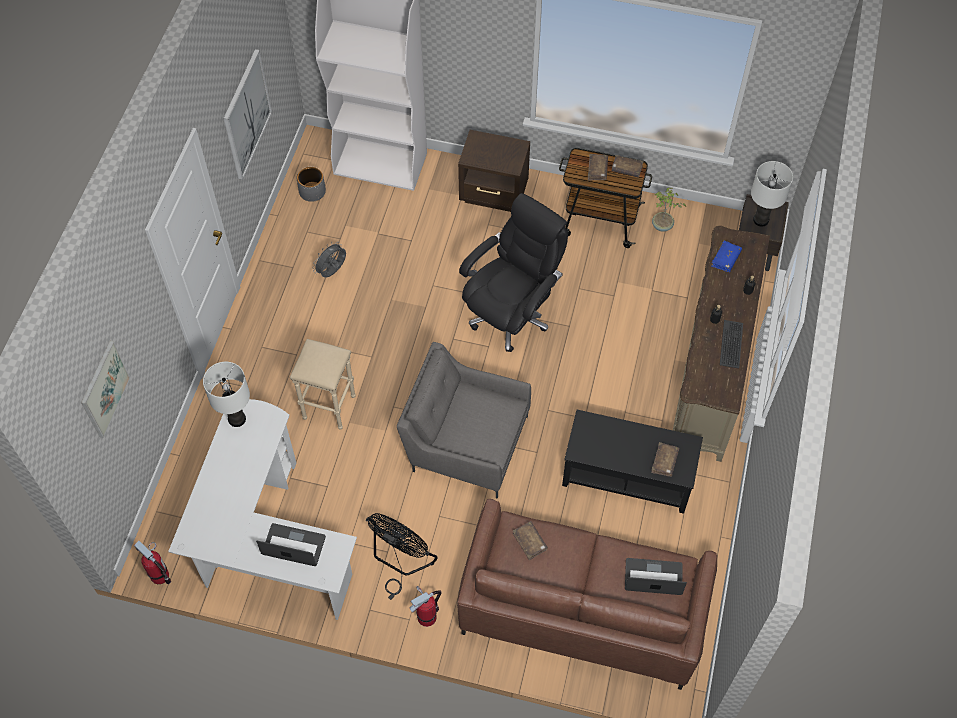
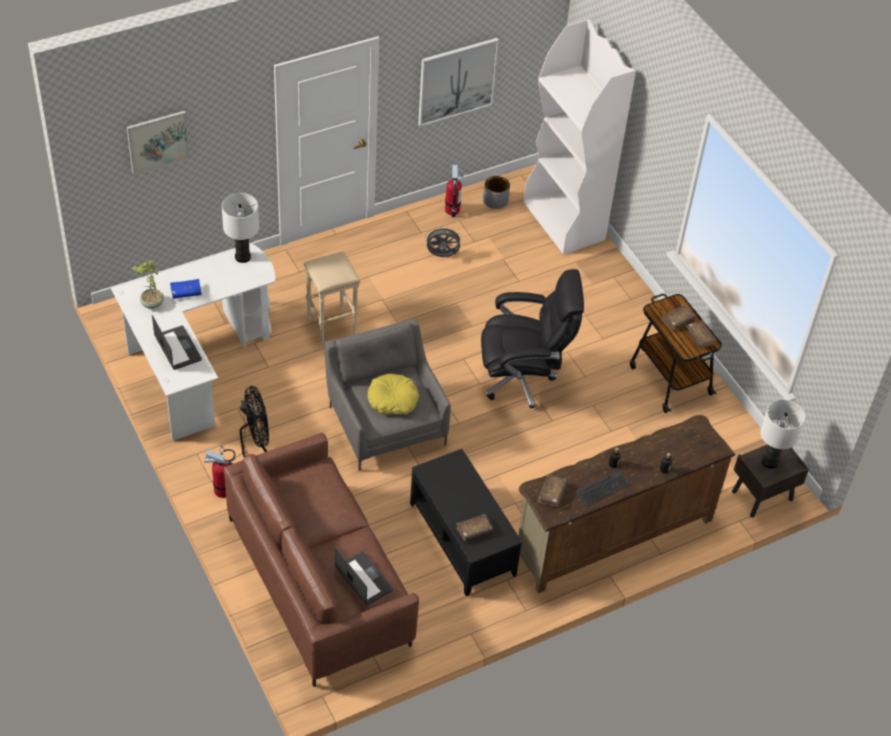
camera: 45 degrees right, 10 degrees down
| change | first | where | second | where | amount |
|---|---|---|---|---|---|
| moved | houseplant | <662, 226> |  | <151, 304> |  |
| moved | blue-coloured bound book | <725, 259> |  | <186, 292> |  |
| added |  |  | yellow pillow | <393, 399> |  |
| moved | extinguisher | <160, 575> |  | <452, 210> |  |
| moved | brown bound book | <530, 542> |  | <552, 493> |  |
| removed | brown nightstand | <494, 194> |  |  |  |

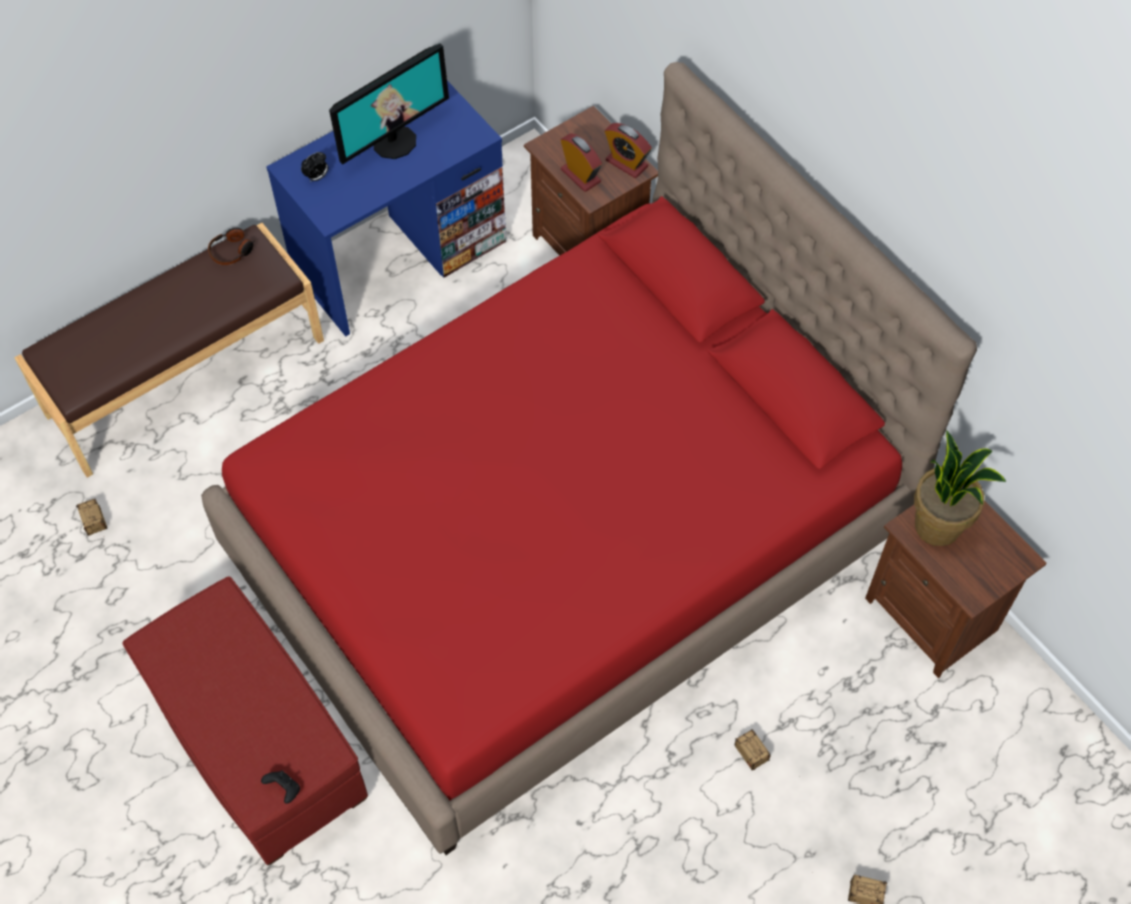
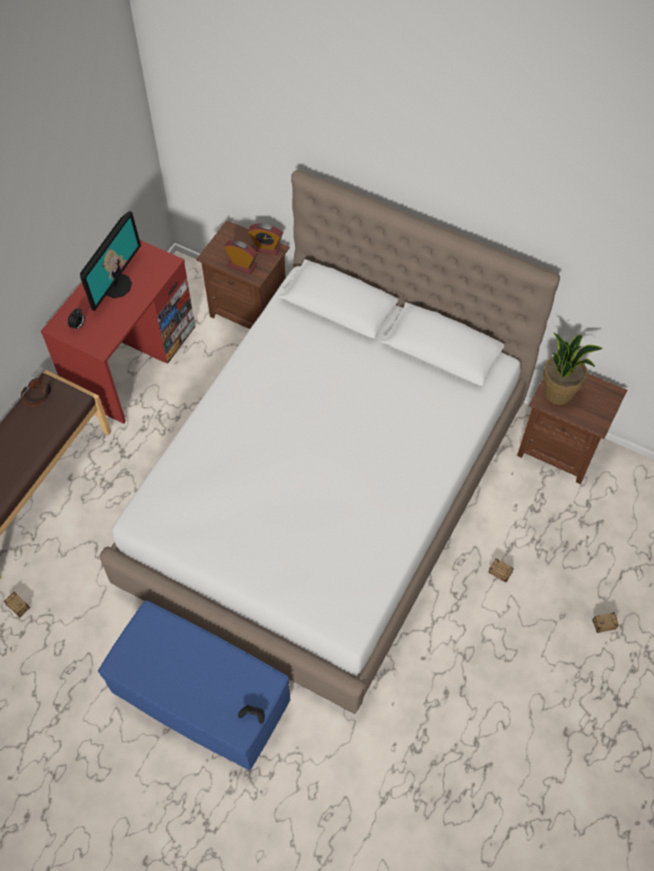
camera: 25 degrees left, 0 degrees up
| change | first | where | second | where | amount |
|---|---|---|---|---|---|
| recoloured | blue-coloured desk | <399, 256> | red desk | <132, 360> |  |
| recoloured | red ottoman | <258, 742> | blue-coloured ottoman | <202, 699> |  |
| recoloured | red bedroom bed | <567, 539> | whitish bedroom bed | <328, 492> |  |

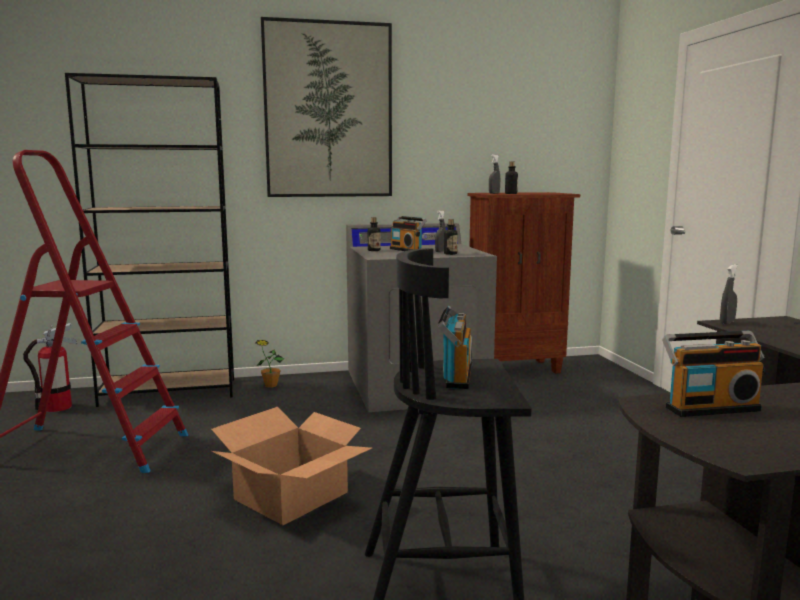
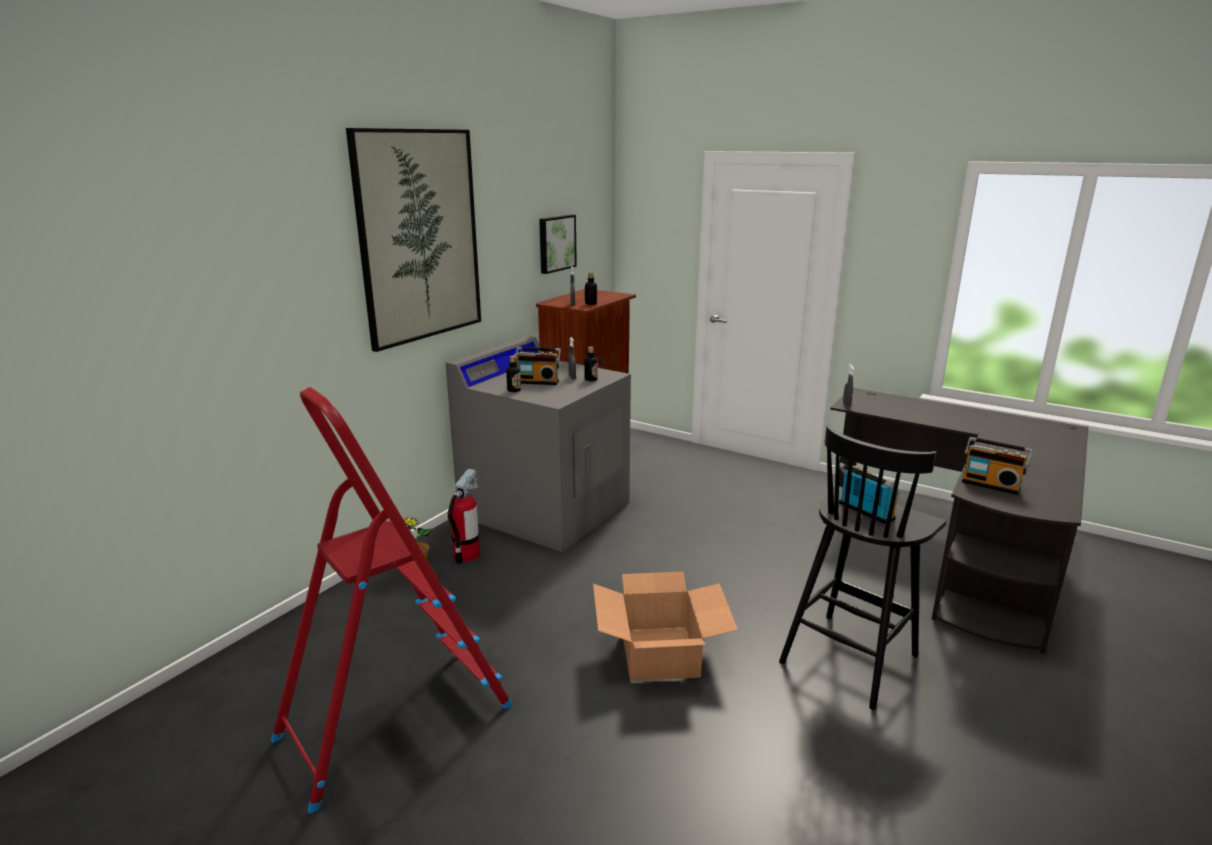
camera: 45 degrees left, 10 degrees up
| change | first | where | second | where | amount |
|---|---|---|---|---|---|
| moved | extinguisher | <57, 407> |  | <466, 555> |  |
| added |  |  | wall art | <556, 243> |  |
| turned | radio | <710, 407> |  | <991, 485> | 90 degrees clockwise |
| removed | sand-coloured bookcase | <170, 392> |  |  |  |

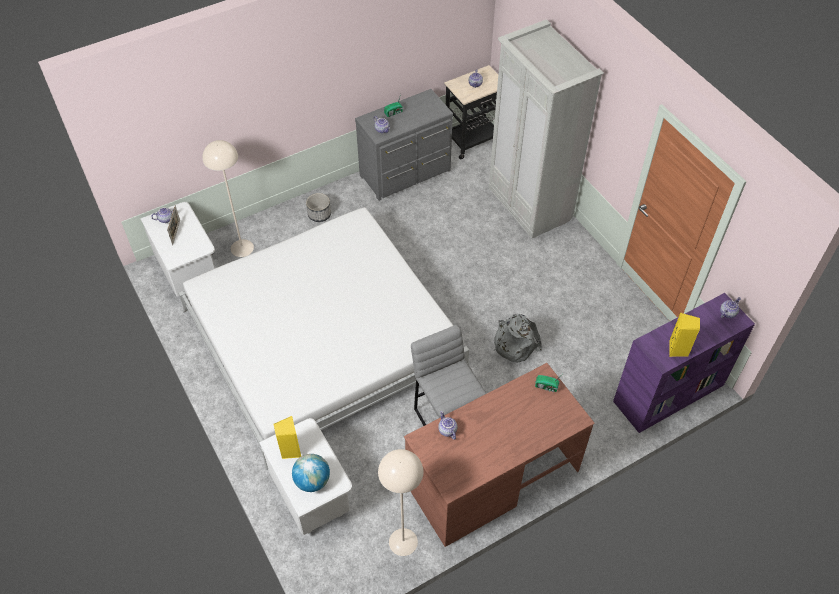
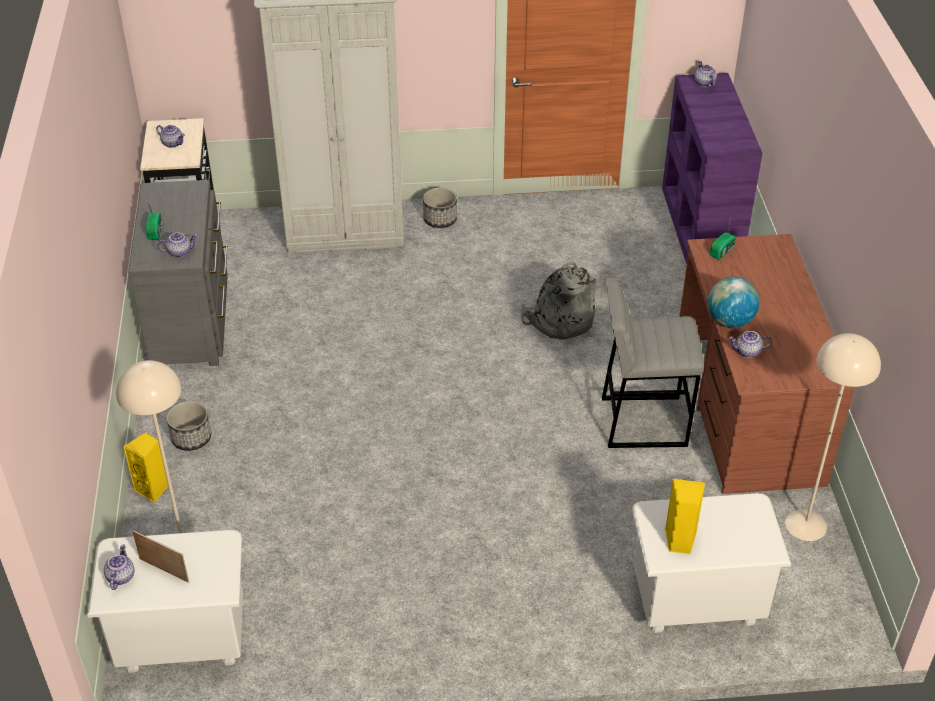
camera: 65 degrees left, 10 degrees down
| change | first | where | second | where | amount |
|---|---|---|---|---|---|
| moved | yellow speaker | <678, 350> |  | <153, 489> |  |
| added |  |  | planter | <440, 219> |  |
| moved | world globe | <312, 481> |  | <729, 321> |  |
| removed | whitish bedroom bed | <323, 338> |  |  |  |

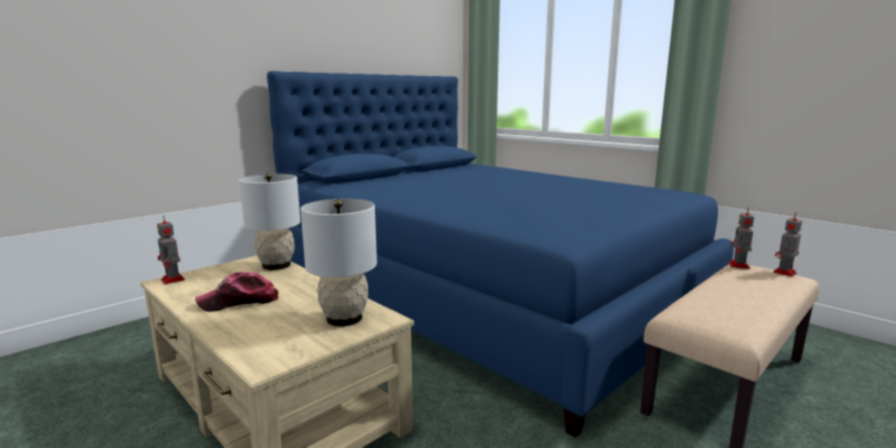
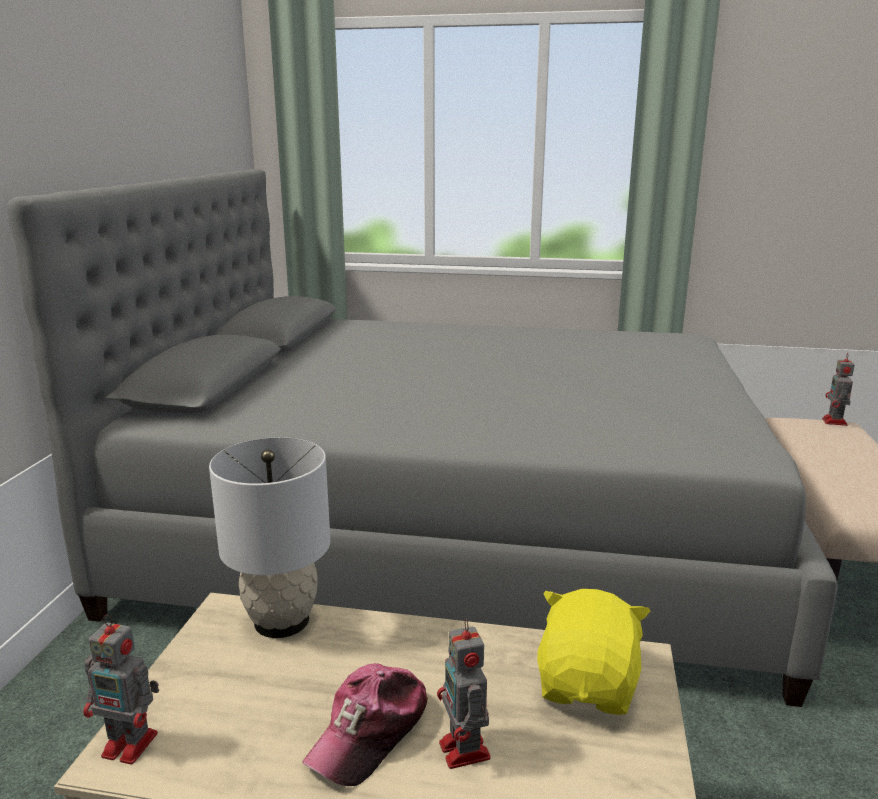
camera: 35 degrees left, 5 degrees up
| change | first | where | second | where | amount |
|---|---|---|---|---|---|
| recoloured | blue-coloured bedroom bed | <486, 295> | grey bedroom bed | <454, 533> |  |
| moved | model robot | <739, 266> |  | <465, 752> |  |
| replaced | whitish tabletop lamp | <344, 318> | yellow cuddly toy | <588, 685> |  |

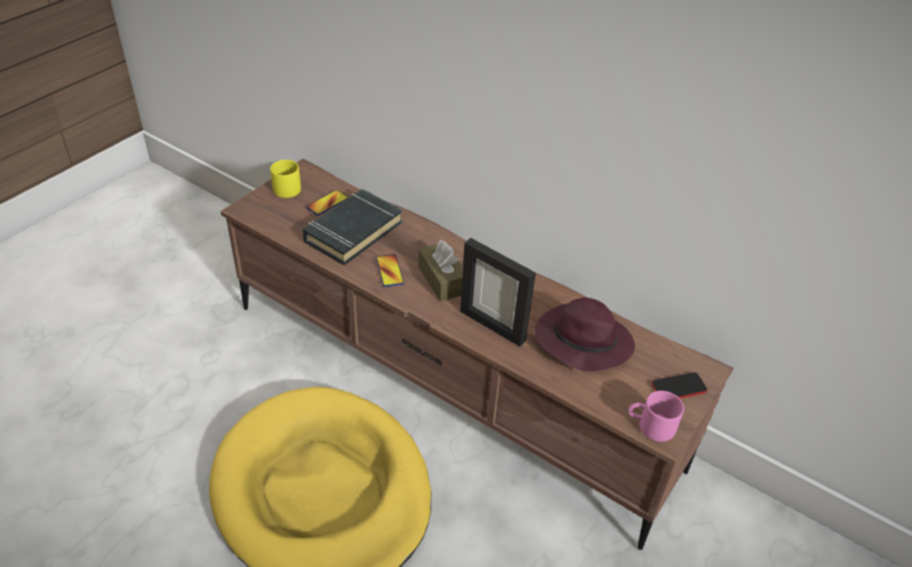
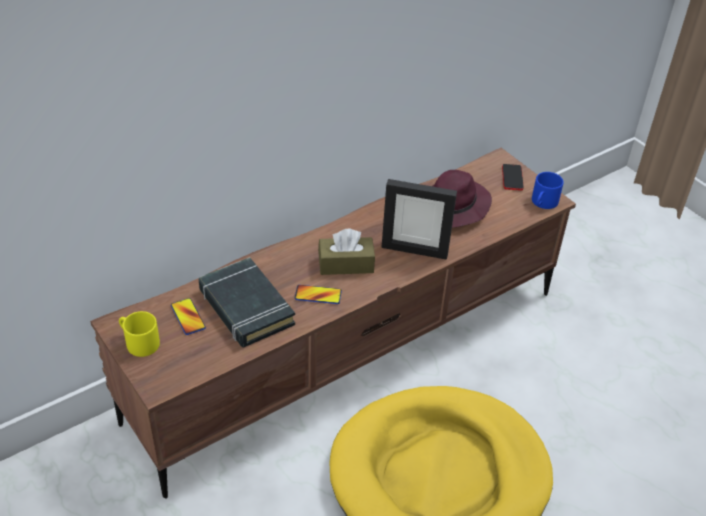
camera: 70 degrees left, 0 degrees up
| change | first | where | second | where | amount |
|---|---|---|---|---|---|
| turned | picture frame | <493, 325> |  | <414, 249> | 45 degrees clockwise |
| recoloured | pink-coloured mug | <650, 426> | blue-coloured mug | <543, 203> |  |

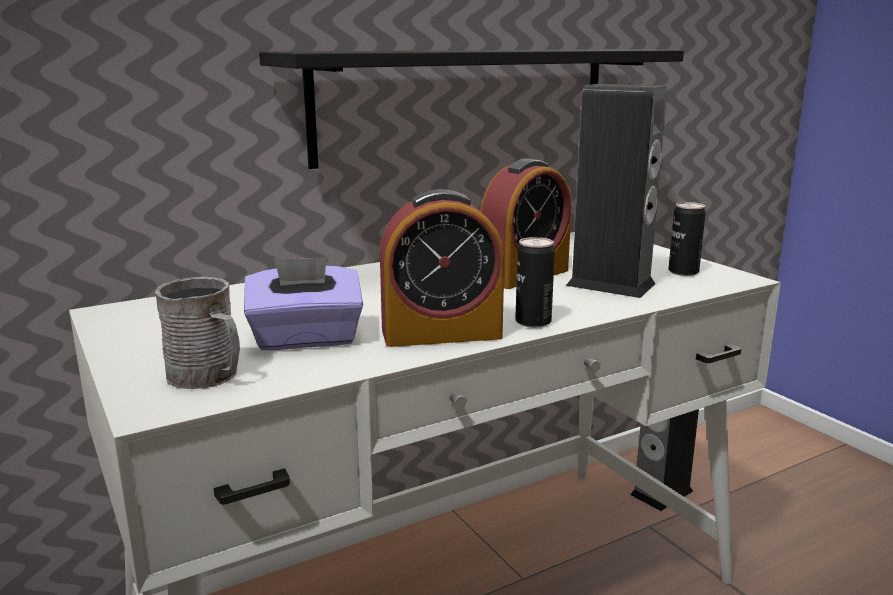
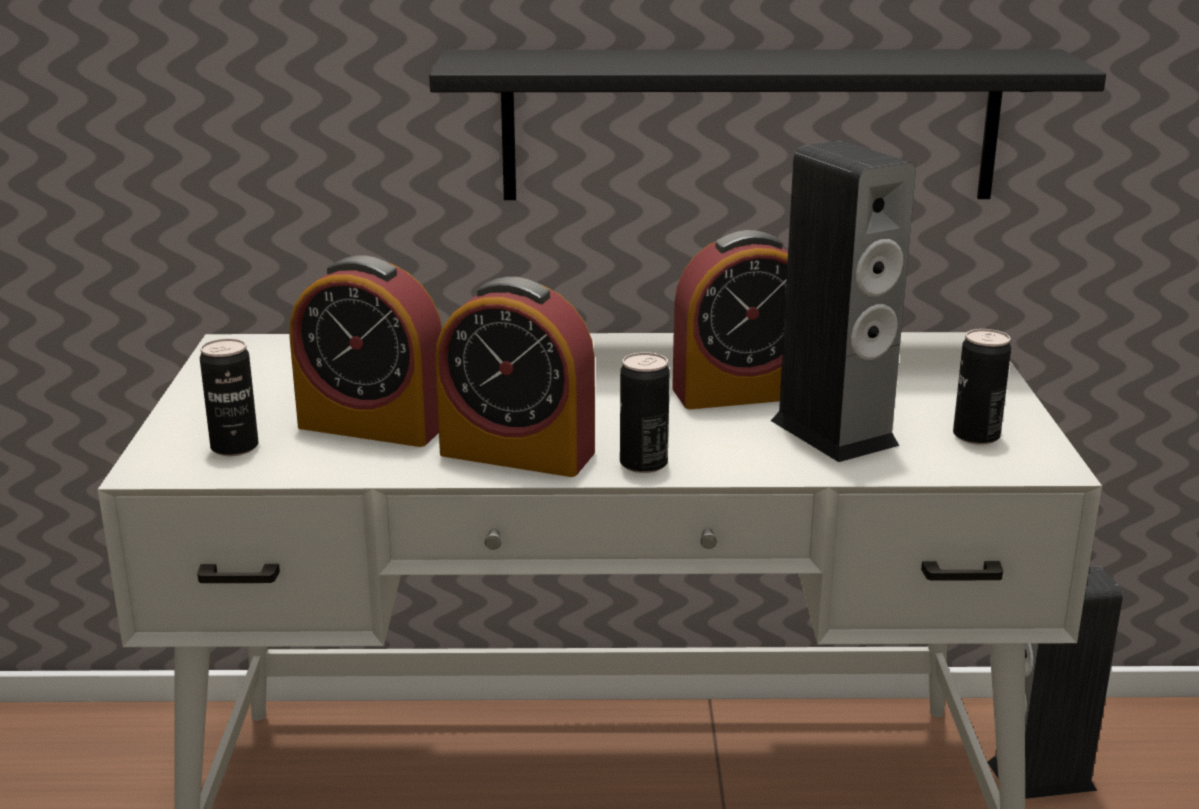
camera: 30 degrees right, 5 degrees up
| change | first | where | second | where | amount |
|---|---|---|---|---|---|
| replaced | grey mug | <209, 377> | metal can | <234, 447> |  |
| replaced | purple-coloured box of tissues | <306, 339> | bedside clock | <372, 425> |  |

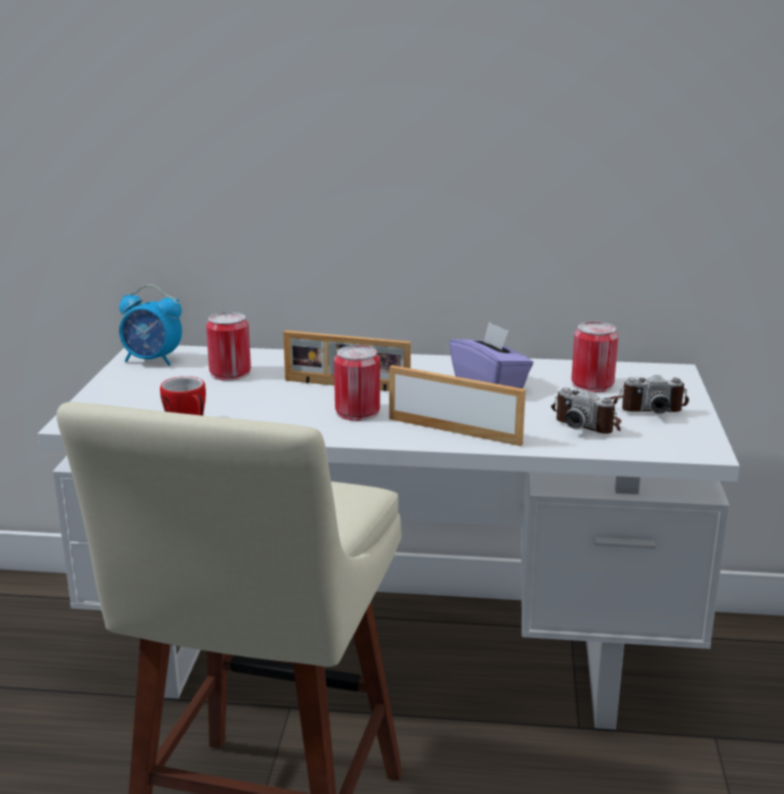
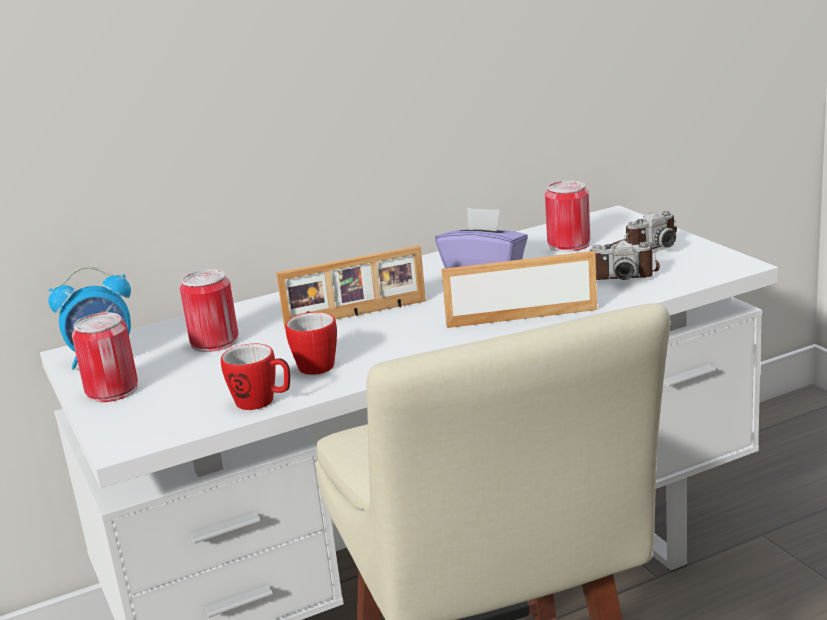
camera: 30 degrees left, 0 degrees up
| change | first | where | second | where | amount |
|---|---|---|---|---|---|
| moved | metal can | <357, 412> |  | <112, 390> |  |
| added |  |  | mug | <315, 364> |  |

